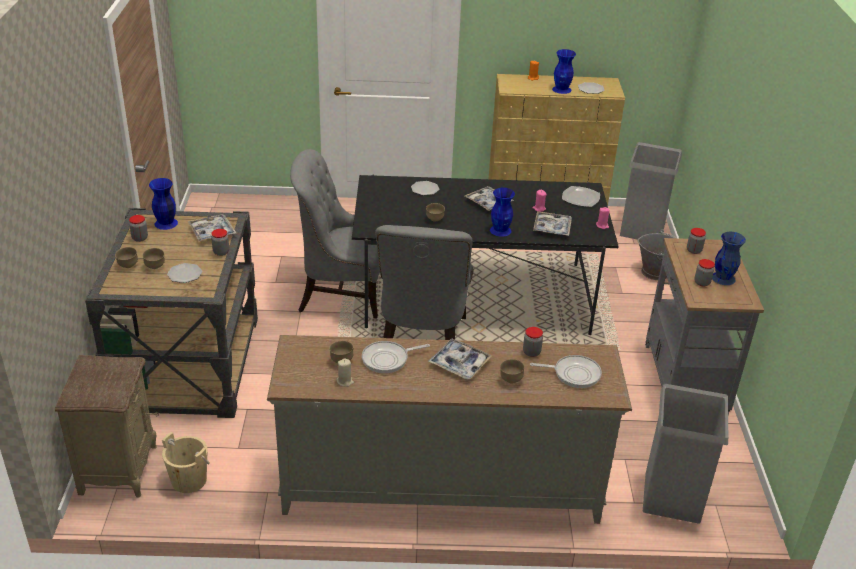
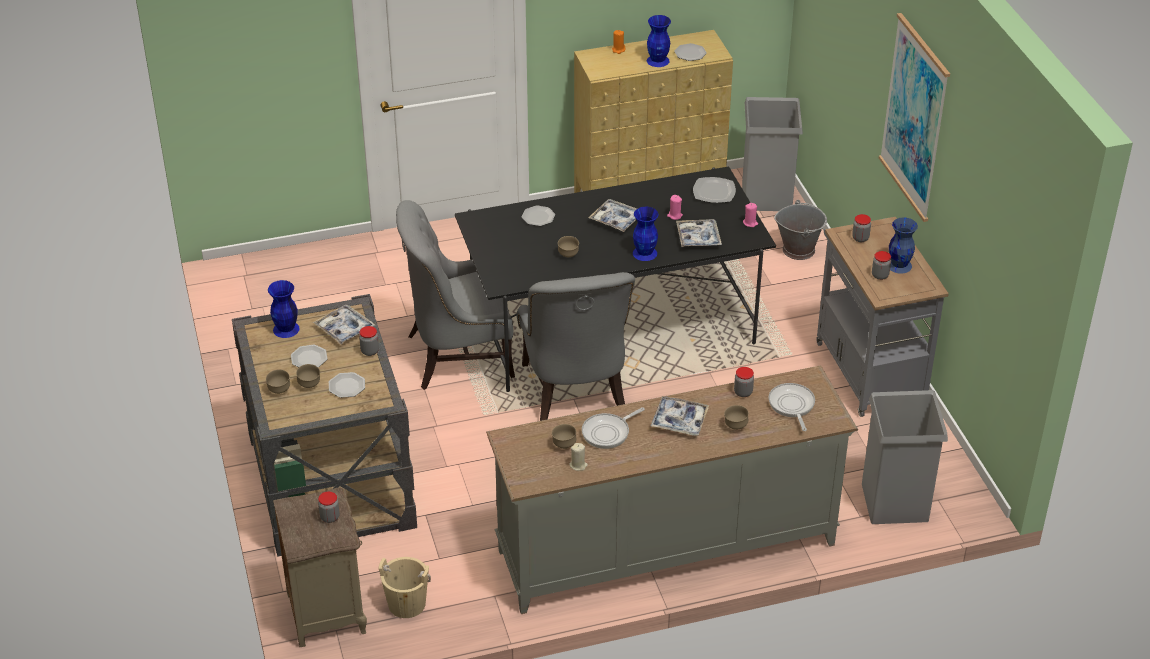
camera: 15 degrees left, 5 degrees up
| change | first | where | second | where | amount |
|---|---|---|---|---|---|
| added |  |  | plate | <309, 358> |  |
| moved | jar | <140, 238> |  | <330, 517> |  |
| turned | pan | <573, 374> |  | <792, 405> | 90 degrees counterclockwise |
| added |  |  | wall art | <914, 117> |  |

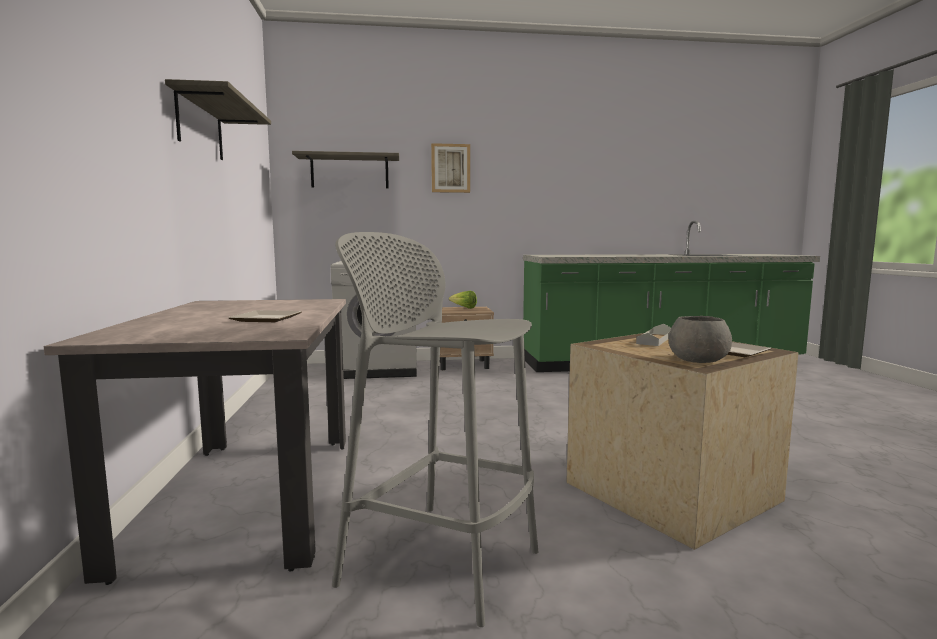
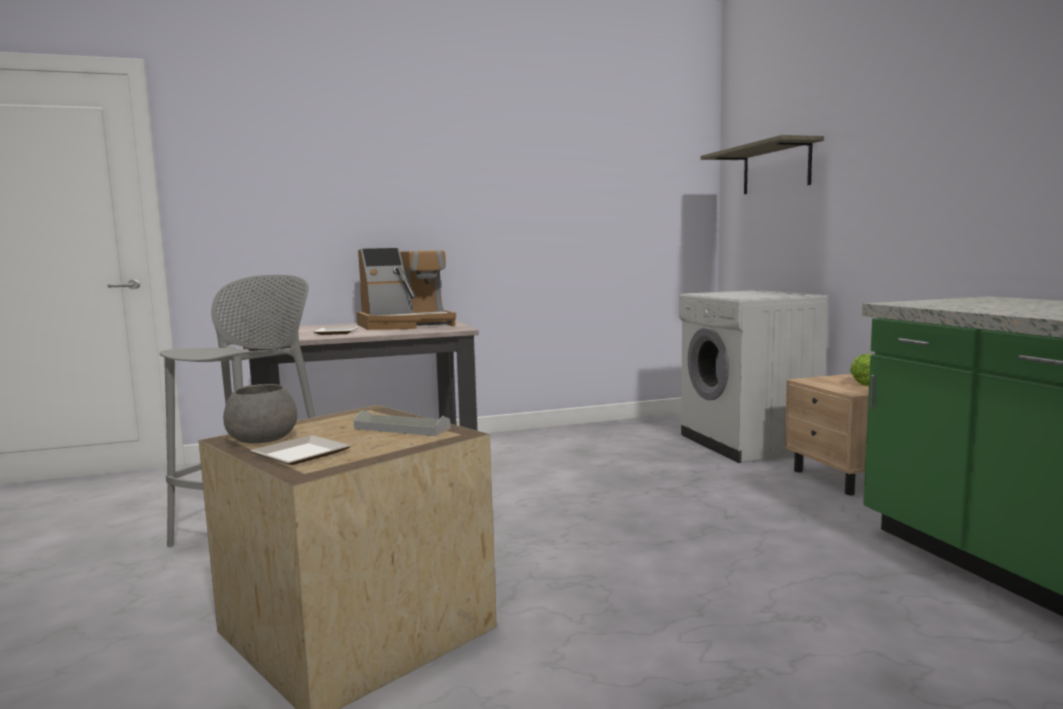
camera: 80 degrees right, 0 degrees up
| change | first | where | second | where | amount |
|---|---|---|---|---|---|
| added |  |  | coffee machine | <406, 325> |  |
| removed | bracket shelf | <200, 126> |  |  |  |
| removed | wall art | <450, 168> |  |  |  |

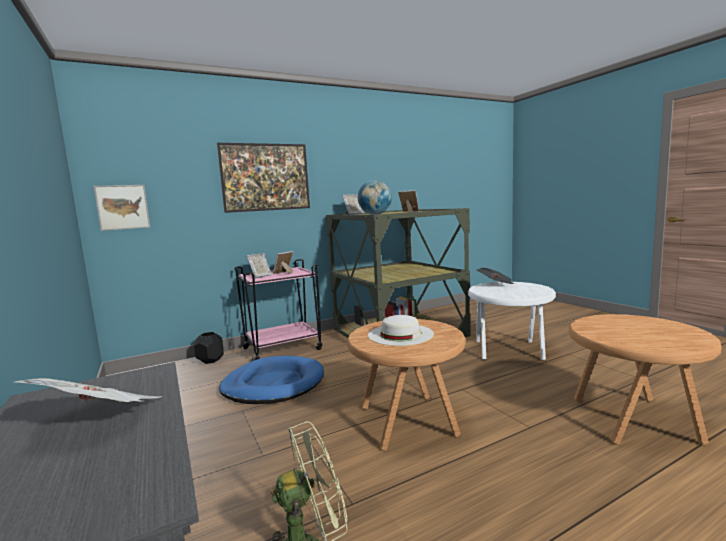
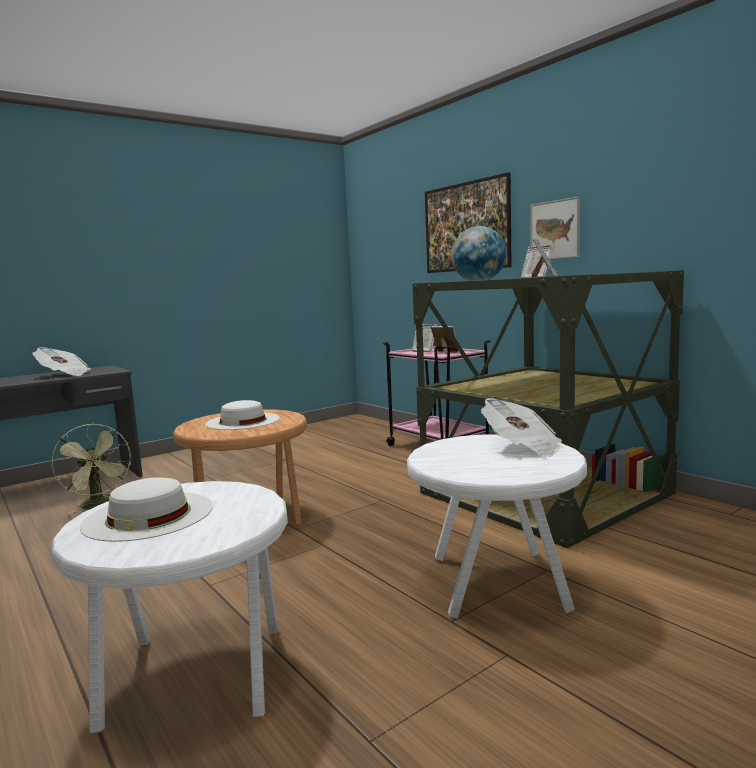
camera: 80 degrees right, 0 degrees up
| change | first | where | second | where | amount |
|---|---|---|---|---|---|
| recoloured | brown accent table | <633, 421> | whitish accent table | <192, 674> |  |
| added |  |  | whitish clothing hat | <149, 515> |  |
| moved | wall art | <123, 207> |  | <555, 230> |  |
| removed | black planter | <210, 361> |  |  |  |
| removed | blue-coloured dog bed | <273, 384> |  |  |  |

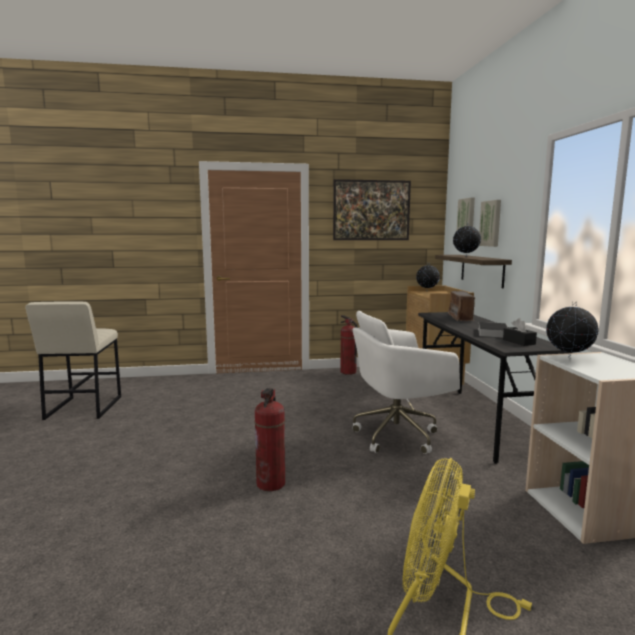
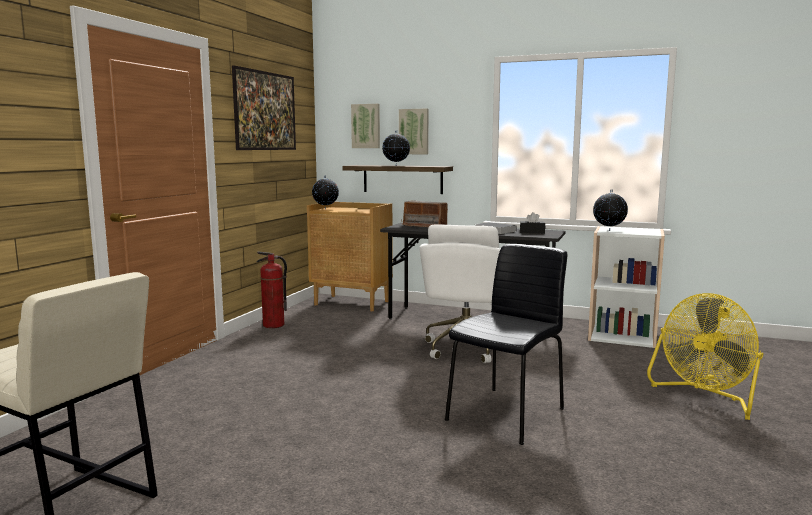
camera: 60 degrees left, 0 degrees up
| change | first | where | second | where | amount |
|---|---|---|---|---|---|
| replaced | extinguisher | <271, 483> | black chair | <508, 413> |  |

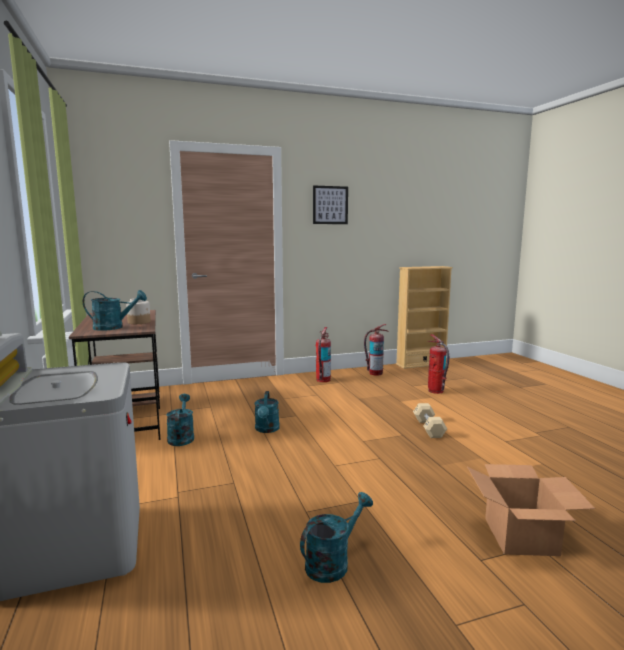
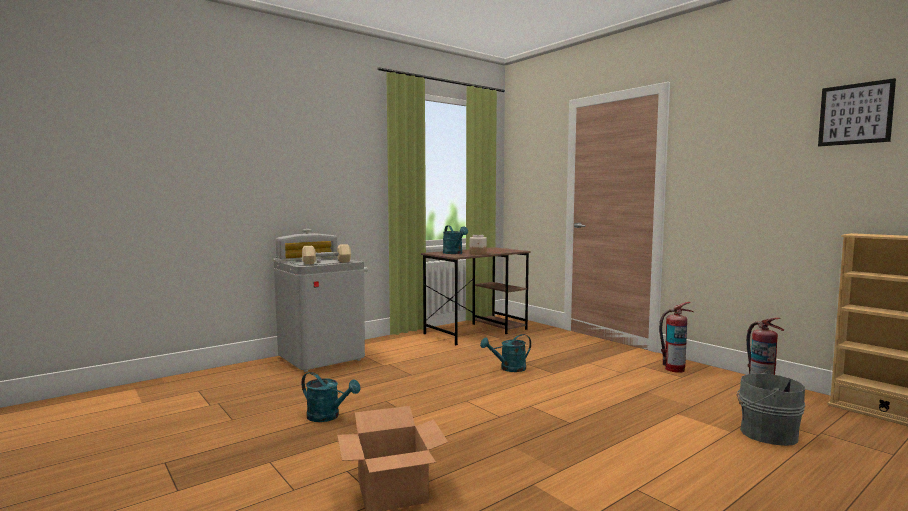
camera: 70 degrees right, 5 degrees down
| change | first | where | second | where | amount |
|---|---|---|---|---|---|
| moved | sand-coloured hand weight | <428, 428> |  | <326, 262> |  |
| replaced | extinguisher | <435, 391> | grey pail | <765, 433> |  |
| moved | wall art | <330, 205> |  | <855, 114> |  |
| removed | turquoise-coloured sprinkling can | <181, 437> |  |  |  |

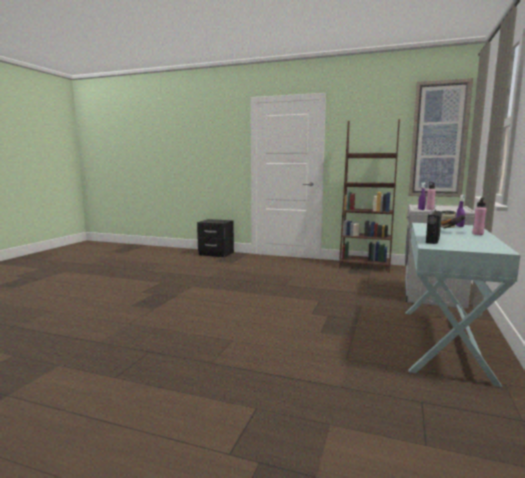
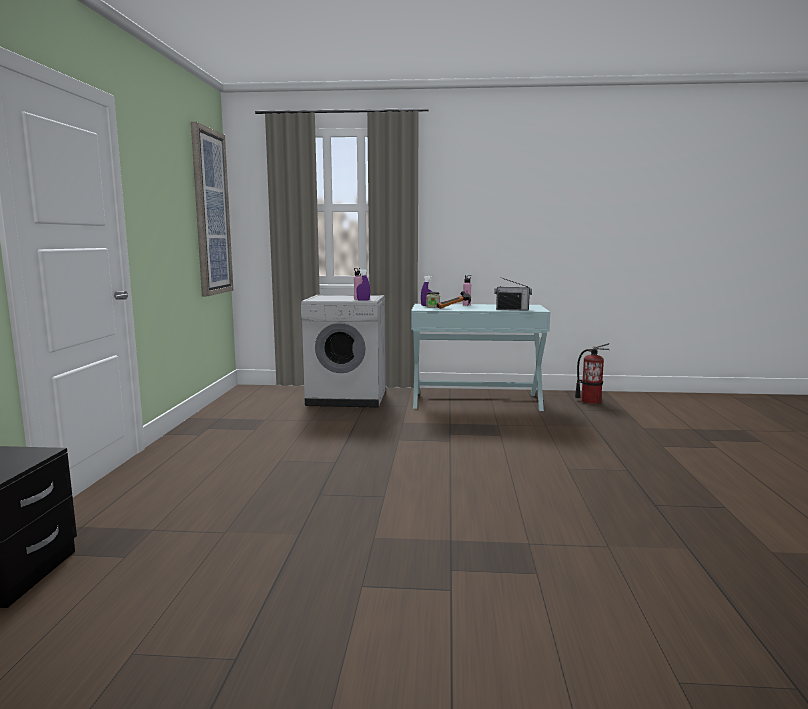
camera: 105 degrees left, 0 degrees up
| change | first | where | second | where | amount |
|---|---|---|---|---|---|
| added |  |  | extinguisher | <590, 401> |  |
| removed | brown bookcase | <365, 266> |  |  |  |

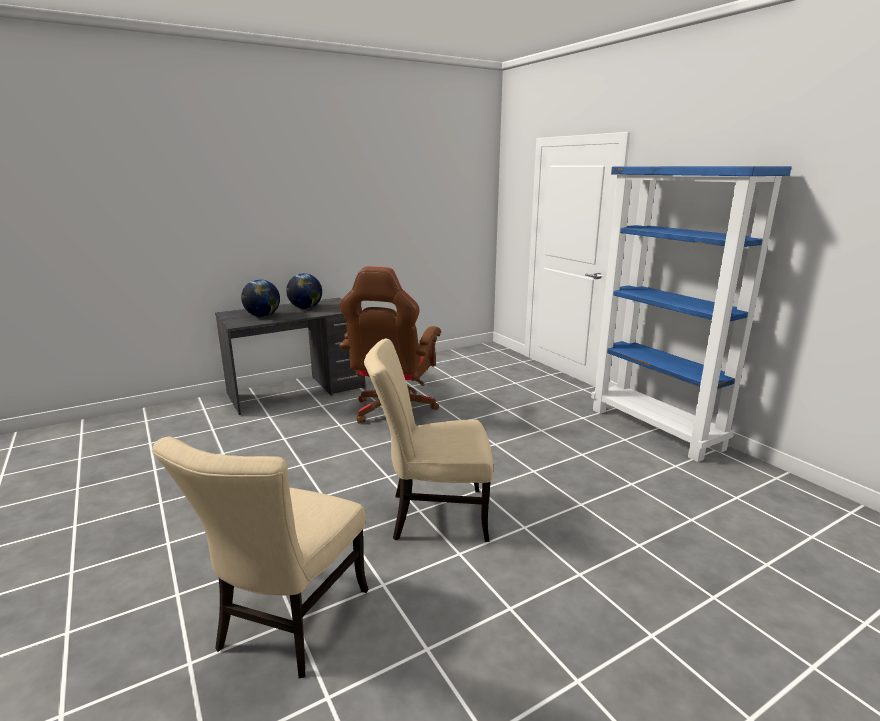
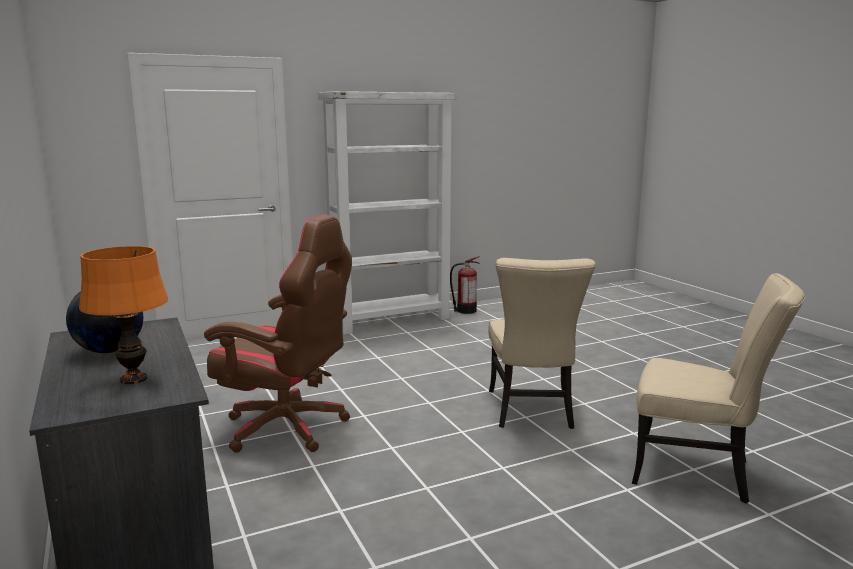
camera: 85 degrees left, 5 degrees down
| change | first | where | second | where | amount |
|---|---|---|---|---|---|
| replaced | world globe | <262, 316> | orange-coloured tabletop lamp | <133, 379> |  |
| recoloured | blue-coloured bookcase | <656, 429> | whitish bookcase | <391, 320> |  |
| added |  |  | extinguisher | <465, 311> |  |

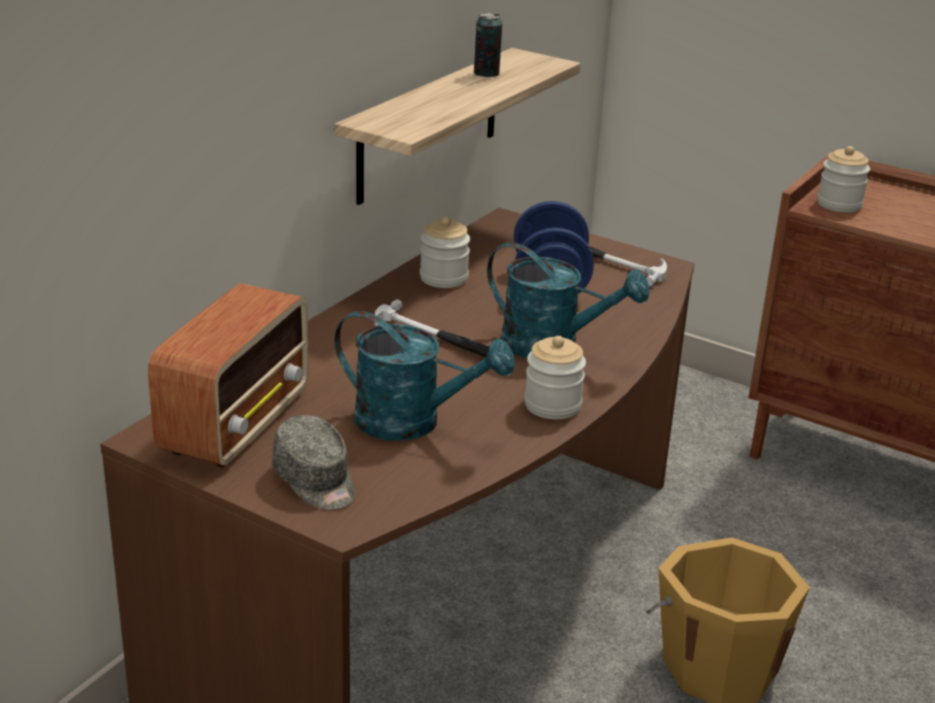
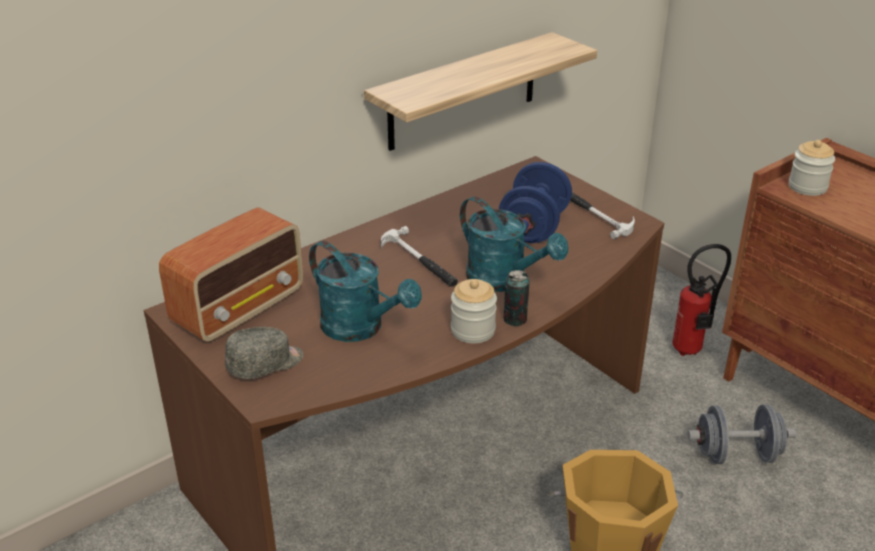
camera: 20 degrees right, 5 degrees up
| change | first | where | second | where | amount |
|---|---|---|---|---|---|
| turned | grey baseball cap | <316, 481> |  | <265, 364> | 105 degrees counterclockwise |
| moved | metal can | <486, 74> |  | <515, 319> |  |
| added |  |  | extinguisher | <692, 350> |  |
| added |  |  | grey hand weight | <736, 455> |  |
| removed | jar | <443, 278> |  |  |  |

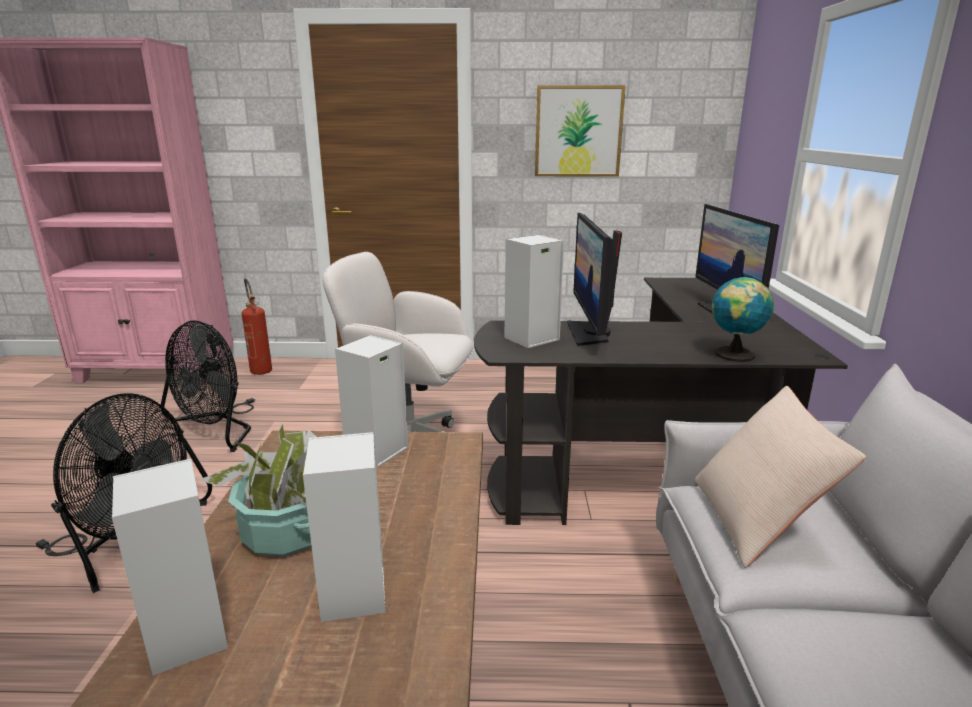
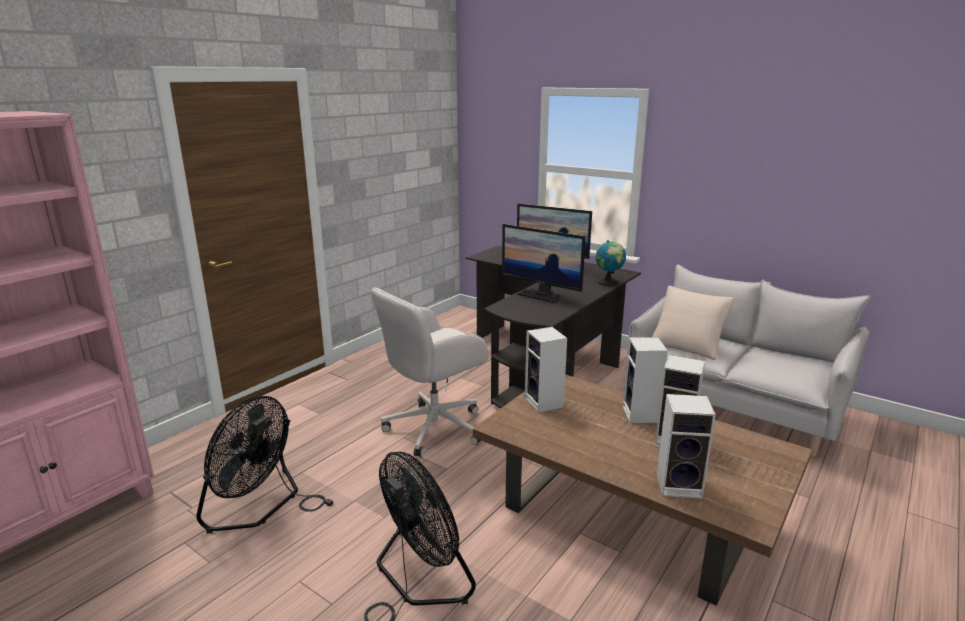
camera: 55 degrees left, 0 degrees up
| change | first | where | second | where | amount |
|---|---|---|---|---|---|
| turned | black electric fan | <218, 427> |  | <269, 503> | 135 degrees clockwise |
| moved | speaker | <531, 339> |  | <641, 415> |  |
| removed | houseplant | <287, 532> |  |  |  |
| removed | extinguisher | <260, 369> |  |  |  |
| removed | wall art | <578, 131> |  |  |  |

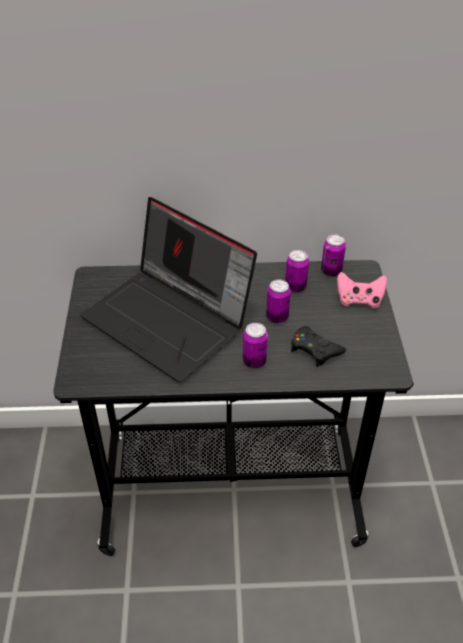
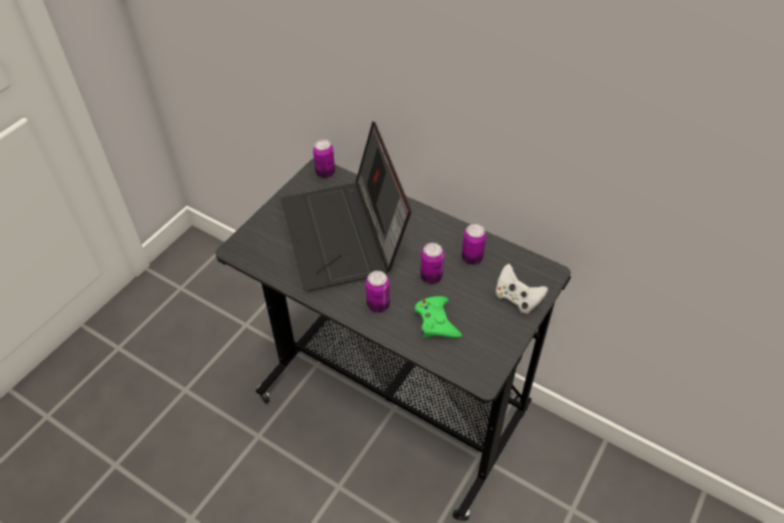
camera: 35 degrees right, 5 degrees up
| change | first | where | second | where | amount |
|---|---|---|---|---|---|
| moved | metal can | <331, 271> |  | <325, 173> |  |
| recoloured | black gamepad | <315, 349> | greenish gamepad | <436, 322> |  |
| recoloured | pink-coloured gamepad | <359, 300> | whitish gamepad | <517, 299> |  |

